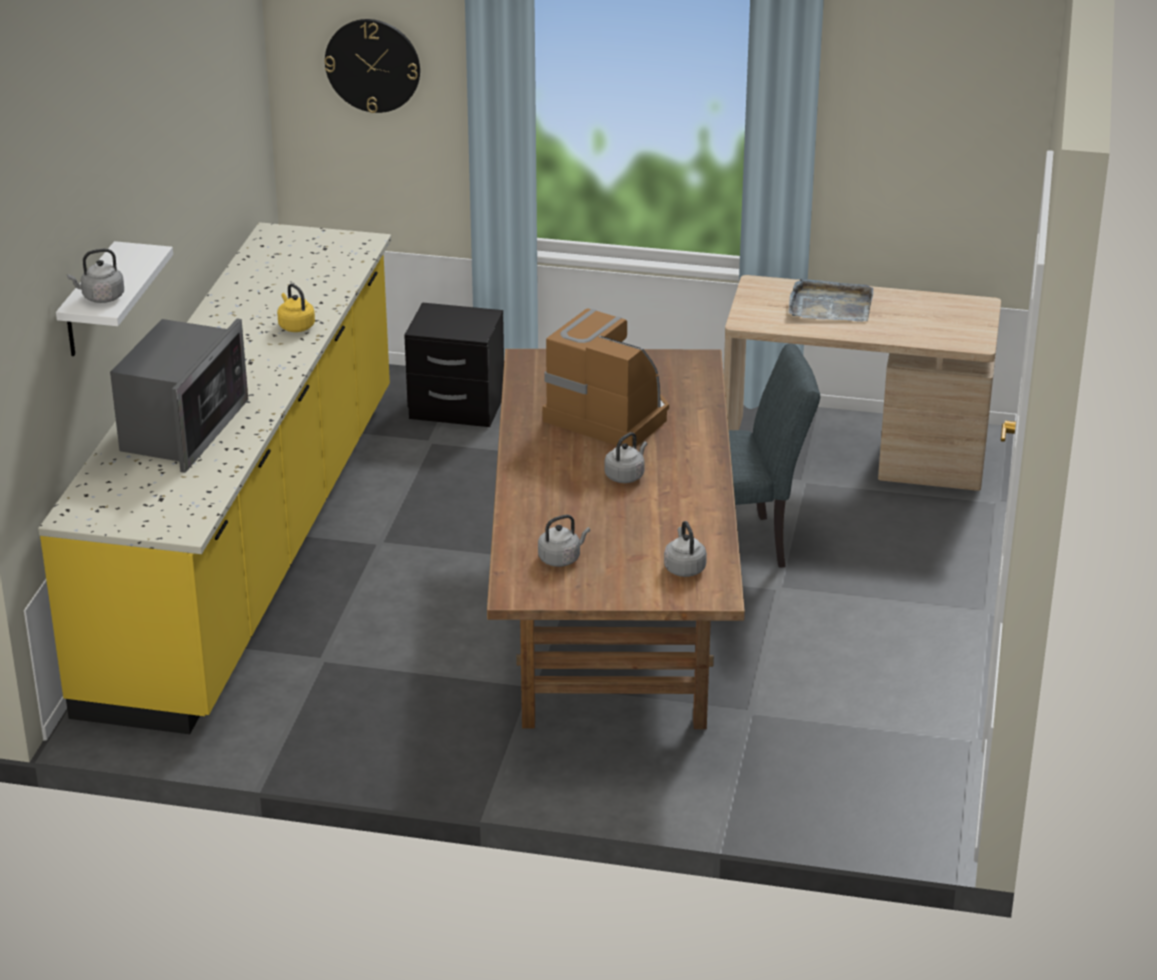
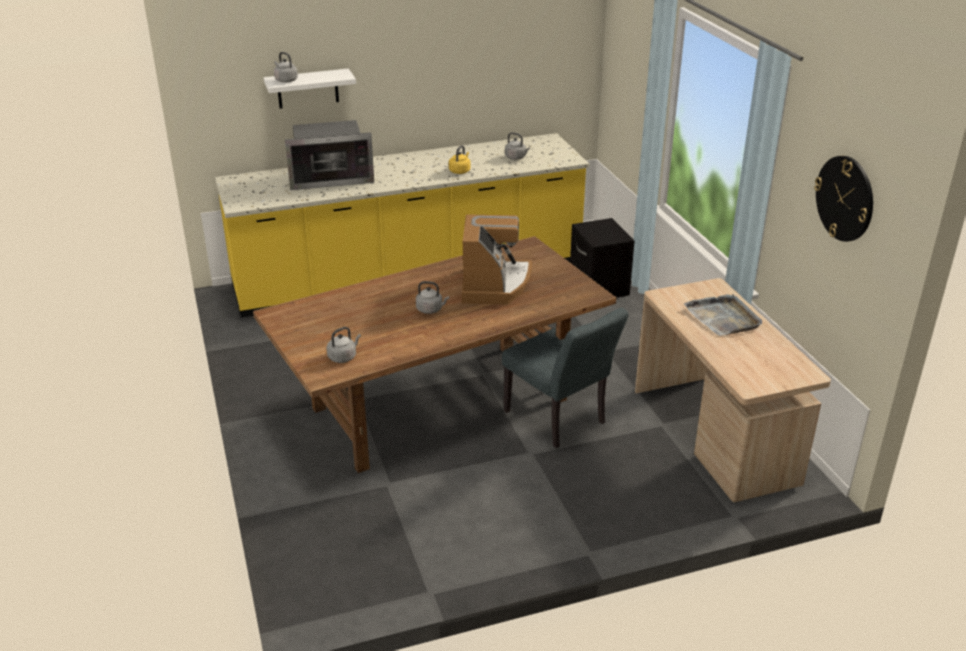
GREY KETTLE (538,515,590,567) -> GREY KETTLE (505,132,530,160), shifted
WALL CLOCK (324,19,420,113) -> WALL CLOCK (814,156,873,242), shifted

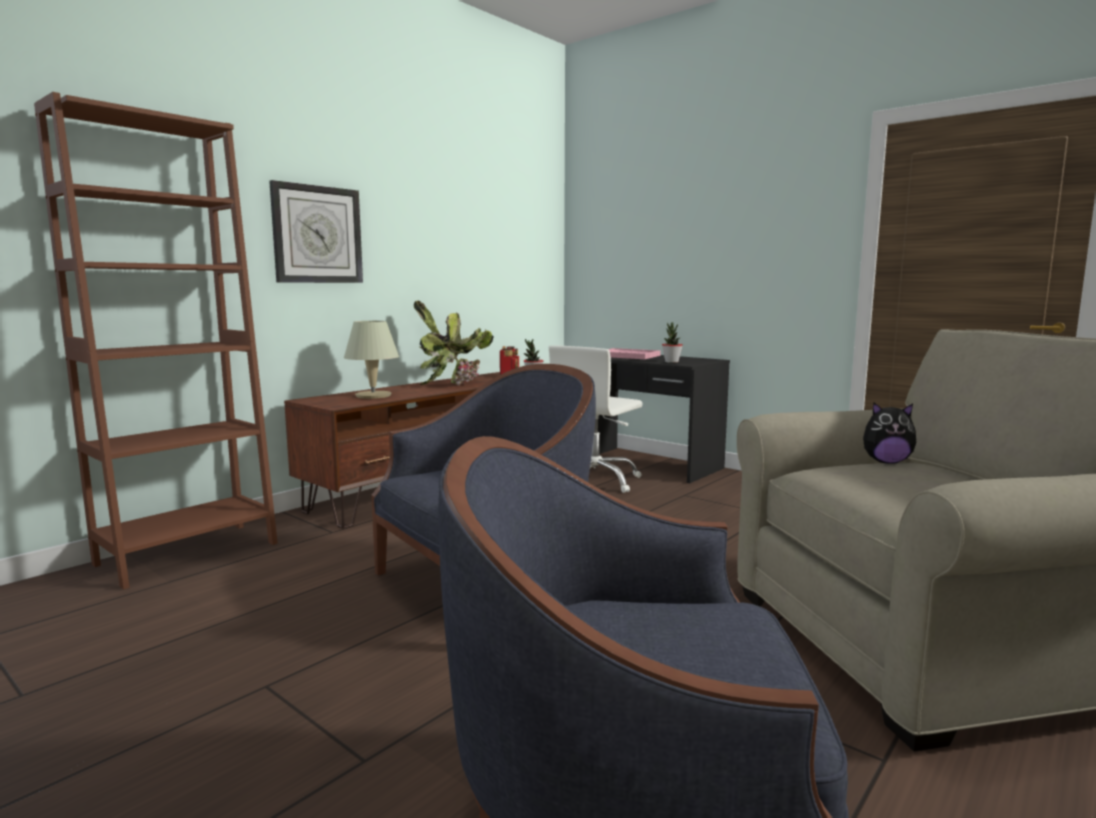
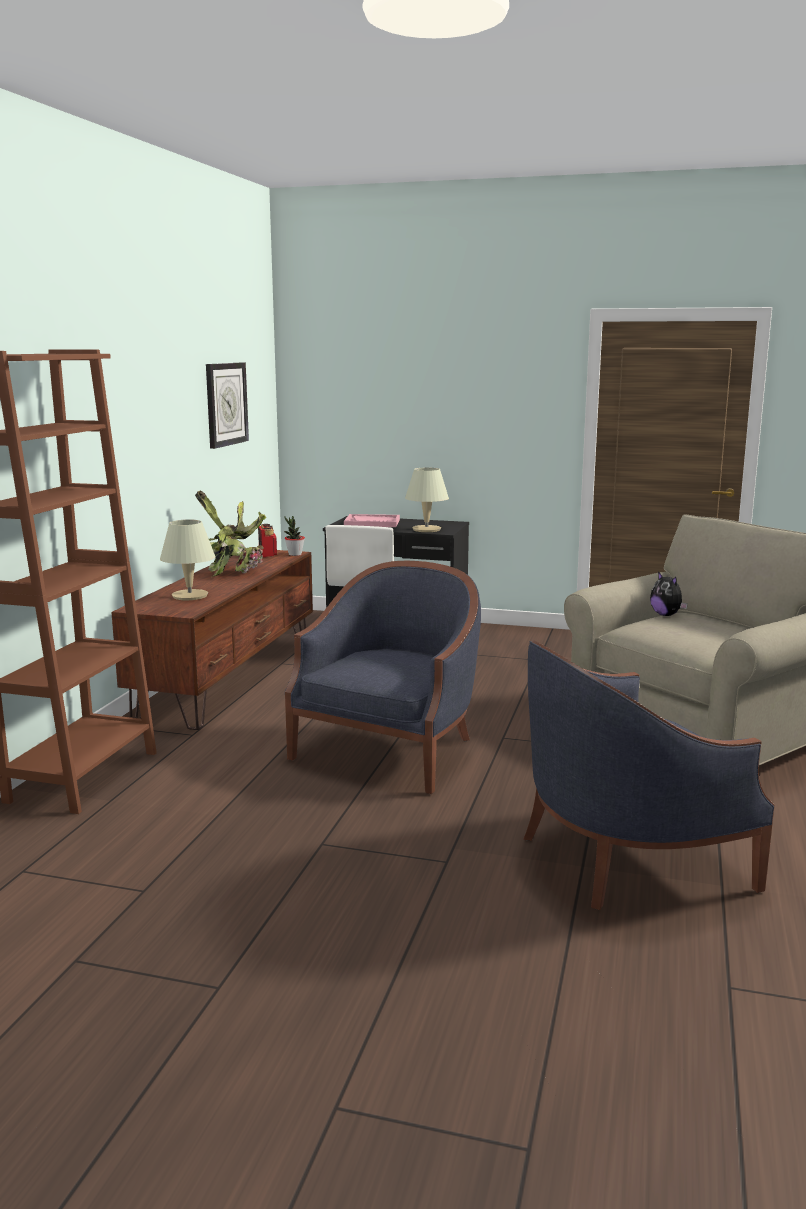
WALL CLOCK (269,180,363,283) -> WALL CLOCK (206,363,249,449), shifted
POTTED PLANT (662,322,683,363) -> BEIGE TABLE LAMP (405,468,449,532)
PLUSH TOY (863,403,916,464) -> PLUSH TOY (650,572,688,616), 75 degrees clockwise

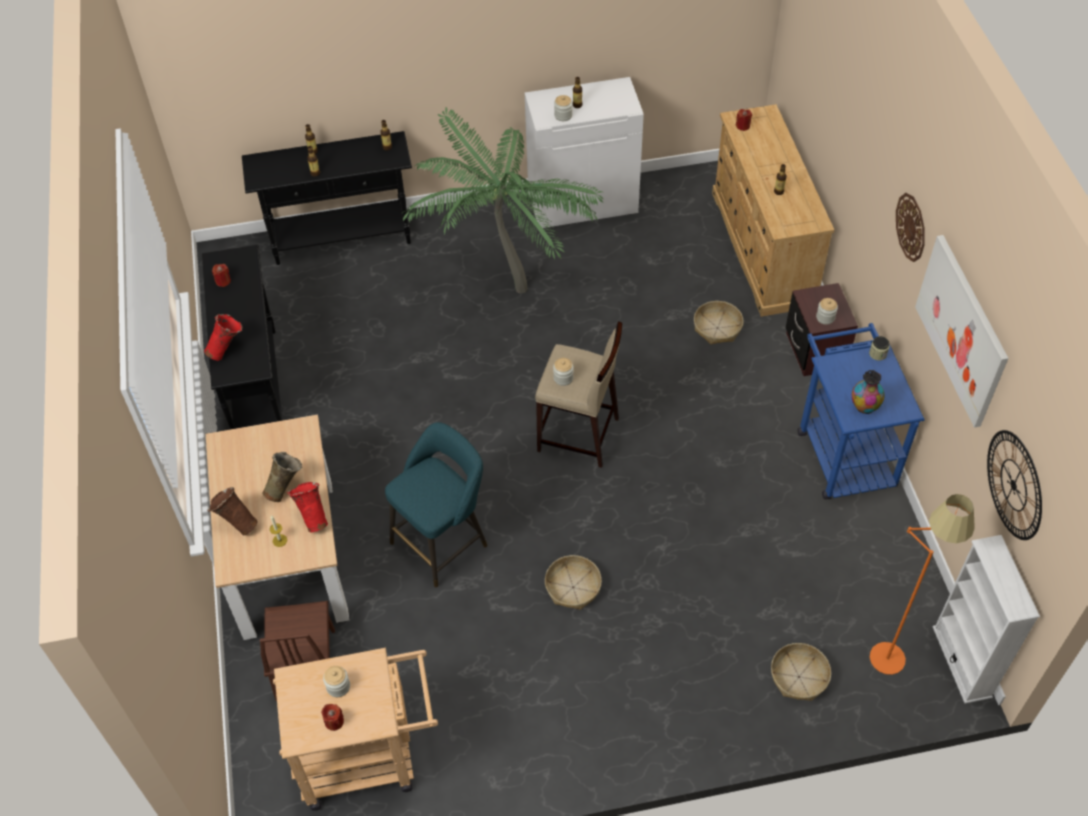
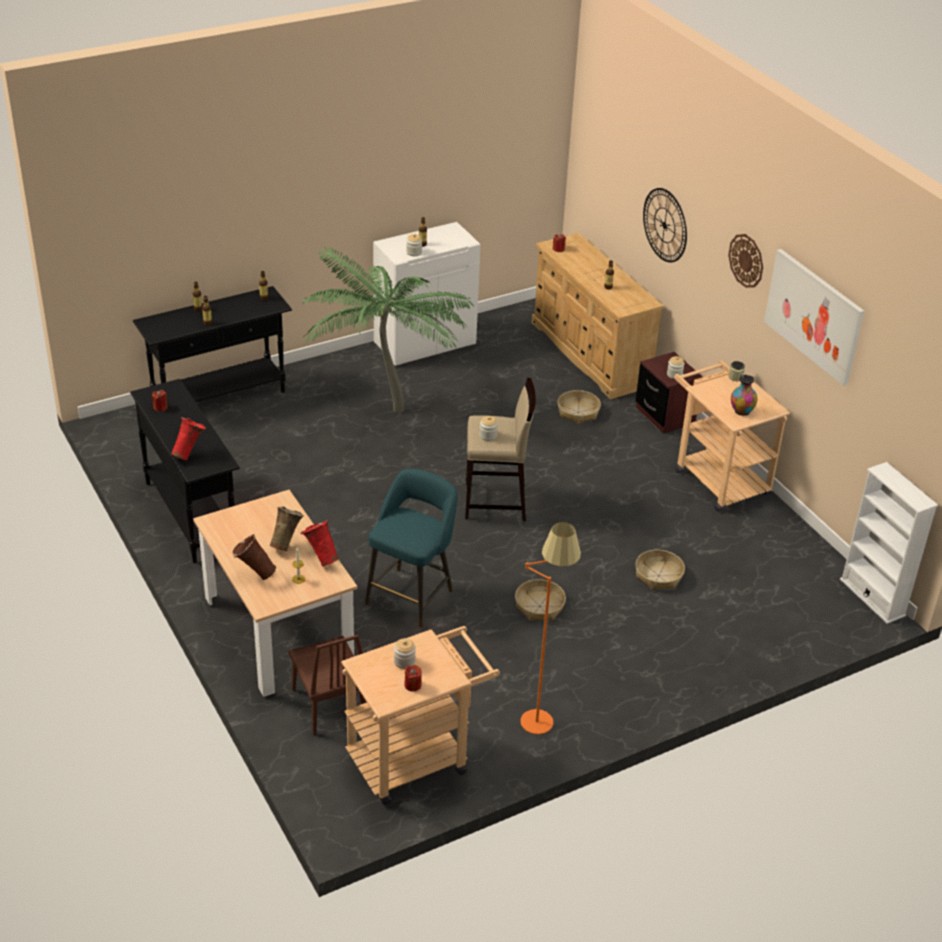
ORANGE FLOOR LAMP (870,494,975,675) -> ORANGE FLOOR LAMP (520,522,581,734), shifted
BASKET (771,643,831,701) -> BASKET (635,550,685,590), shifted
WALL CLOCK (987,430,1042,540) -> WALL CLOCK (643,188,687,262), shifted
BLUE CART (797,323,925,500) -> BEIGE CART (674,361,790,511)

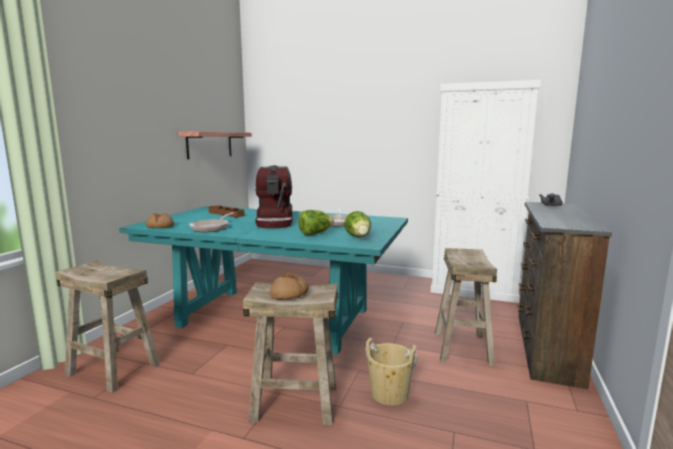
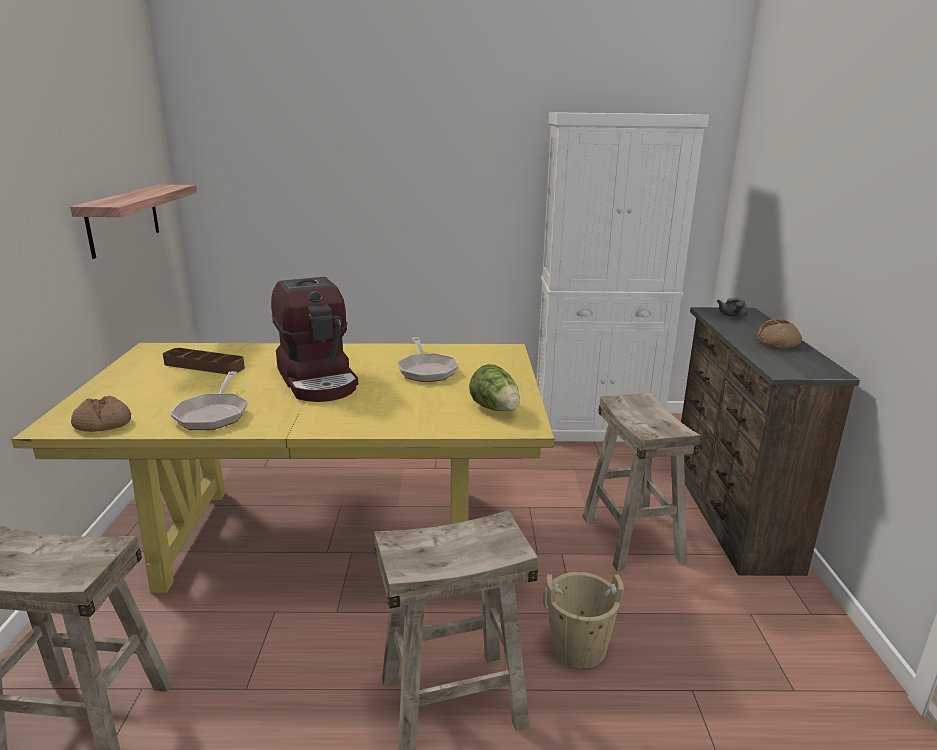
TURQUOISE DINING TABLE (119,206,408,354) -> YELLOW DINING TABLE (11,343,554,593)
BREAD (270,273,309,299) -> BREAD (757,319,802,349), shifted
LETTUCE (298,210,334,235) -> none

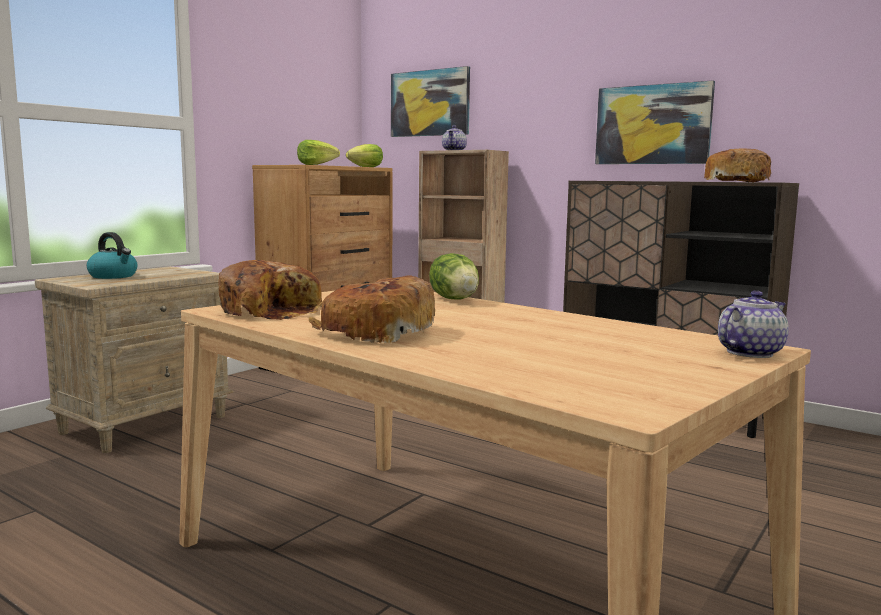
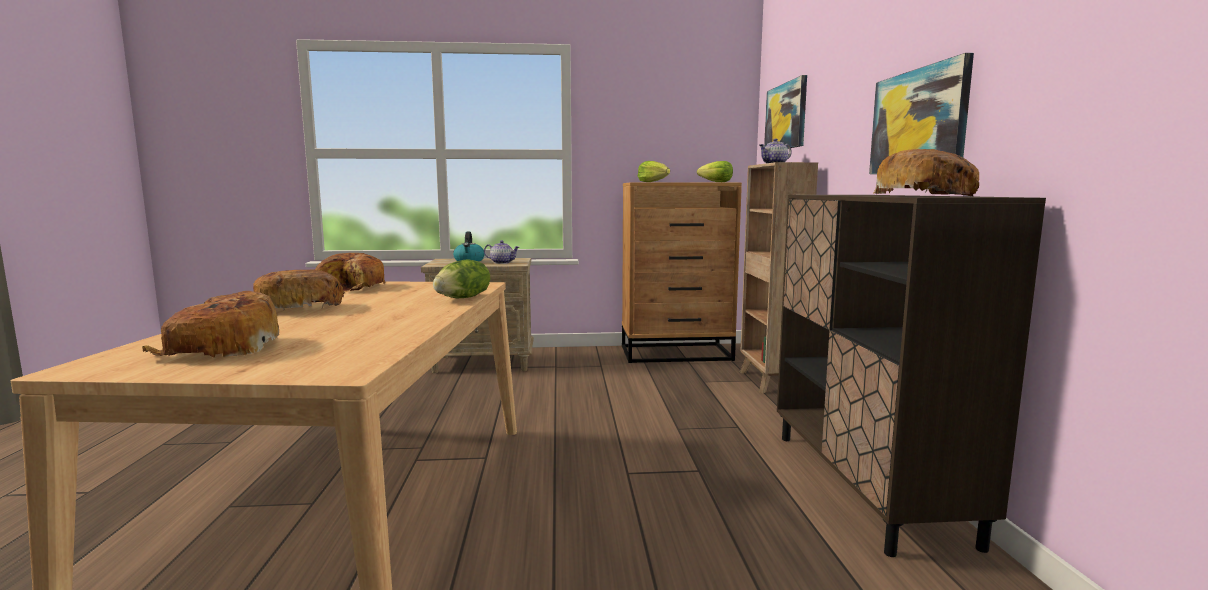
none -> BREAD (142,291,279,358)
TEAPOT (718,290,789,358) -> TEAPOT (484,240,519,264), shifted

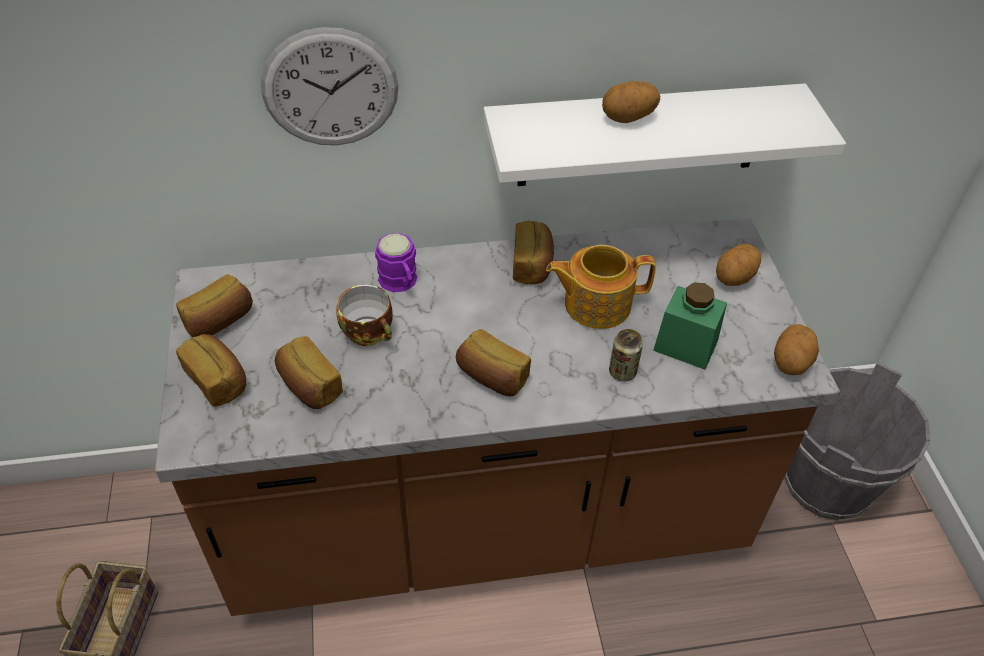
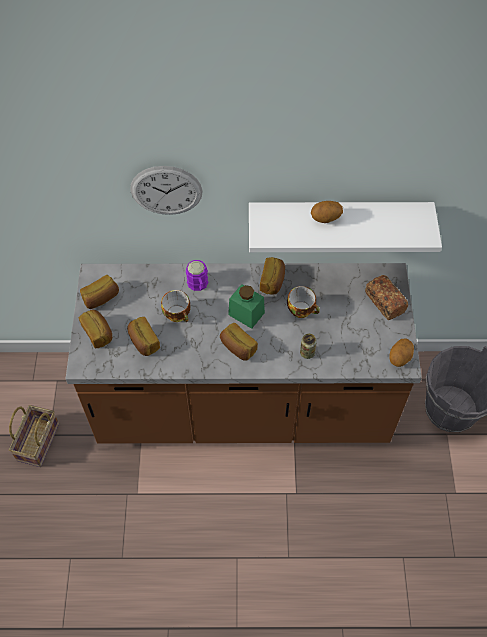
GREEN JAR (653,282,727,370) -> GREEN JAR (228,284,265,329), shifted
TEAPOT (546,245,656,329) -> CUP (287,286,320,318)
POTATO (716,243,761,286) -> BREAD (365,275,408,320)

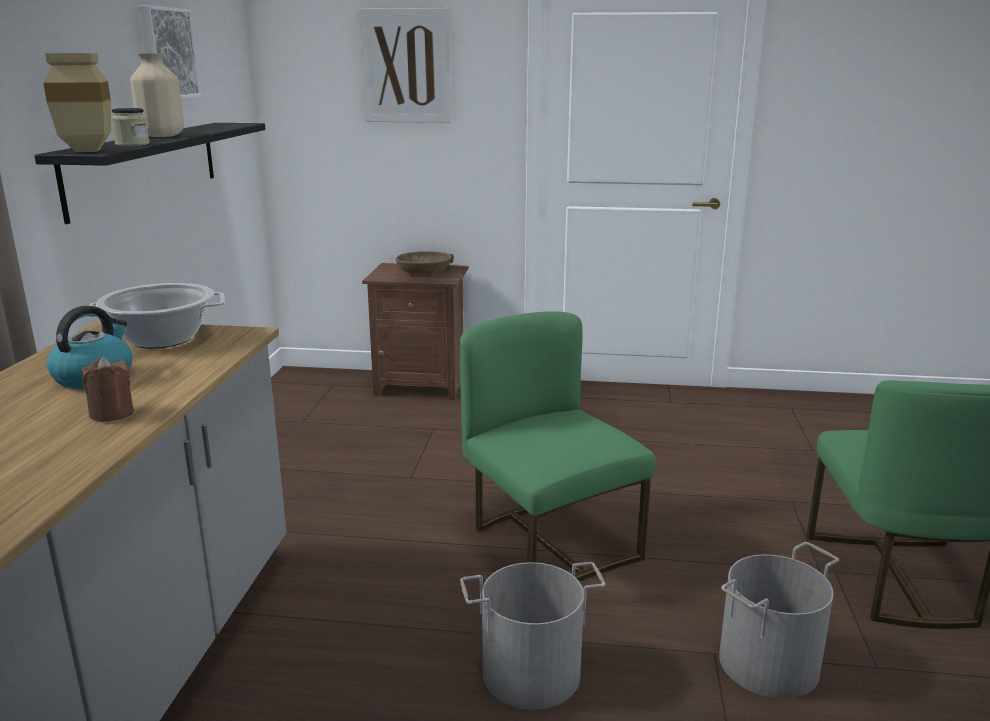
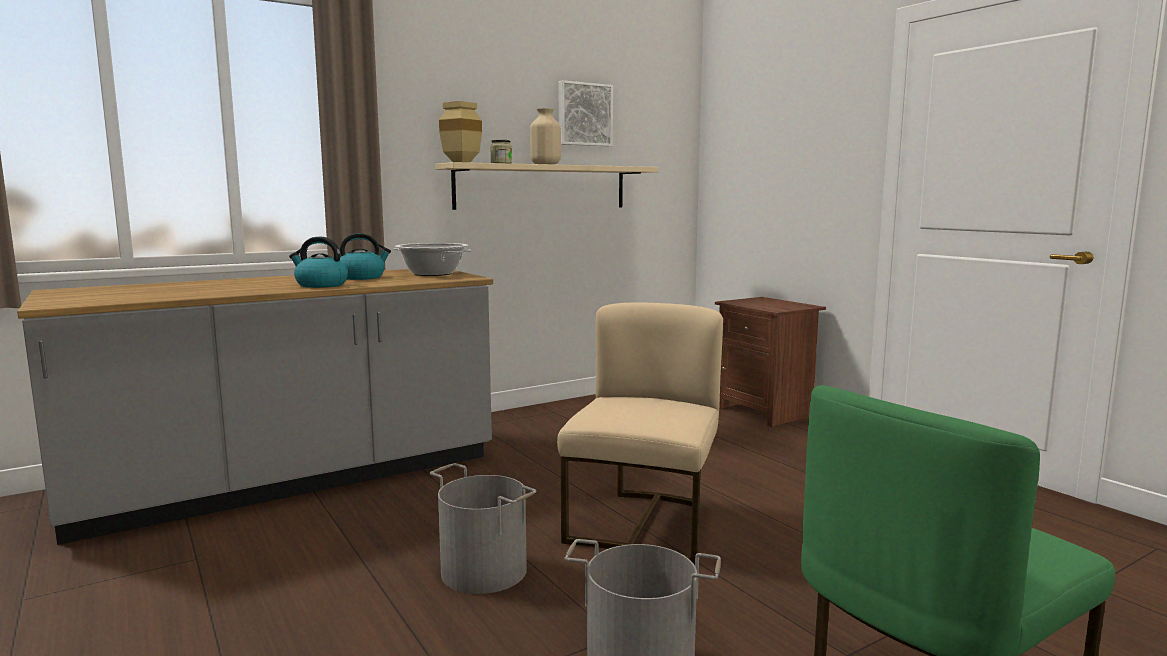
BROWN CANDLE (82,357,134,422) -> KETTLE (289,237,348,288)
BLACK SHELF (34,123,265,224) -> BEIGE SHELF (435,162,658,210)
GREEN CHAIR (460,311,656,582) -> BEIGE CHAIR (557,303,723,564)
PICTURE (359,8,451,123) -> none
BROWN BOWL (396,251,454,275) -> none

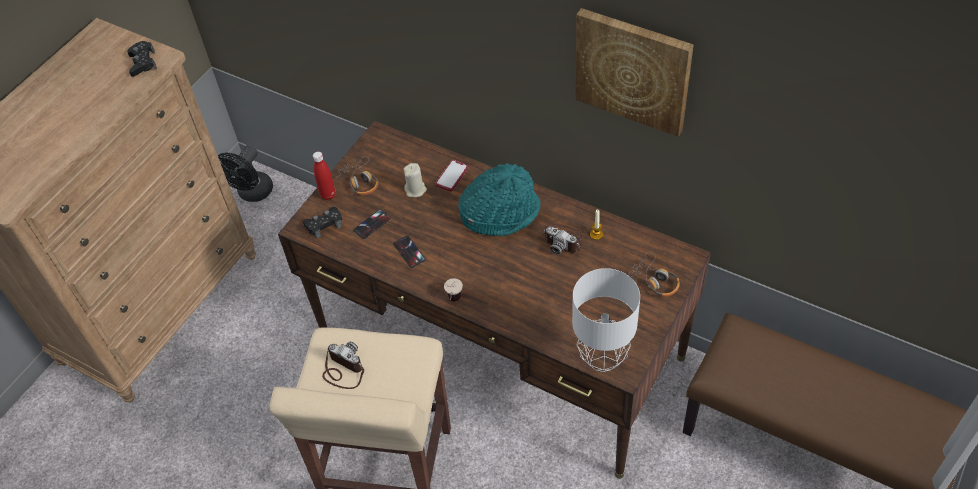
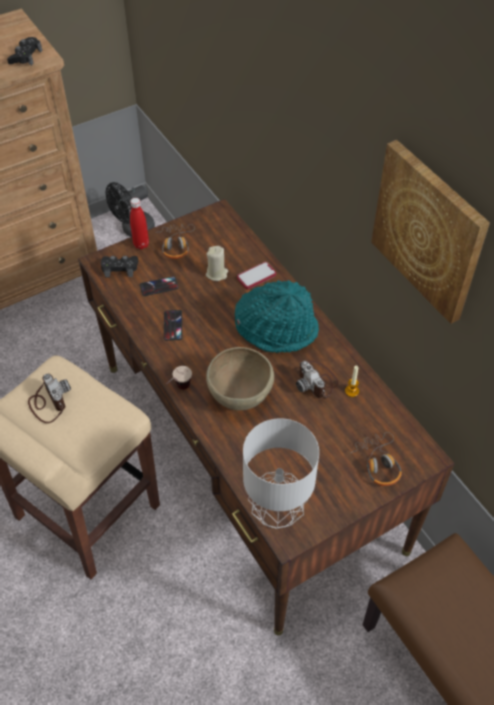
none -> BROWN BOWL (206,347,274,411)

